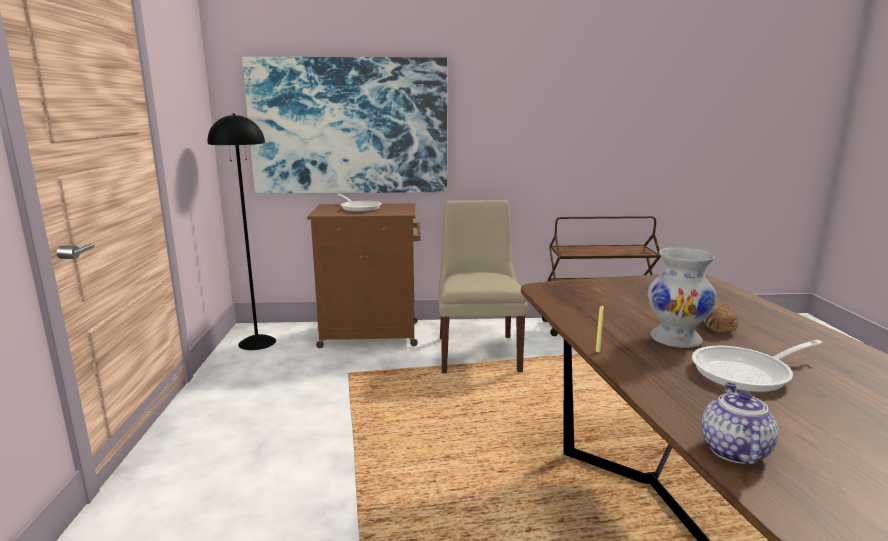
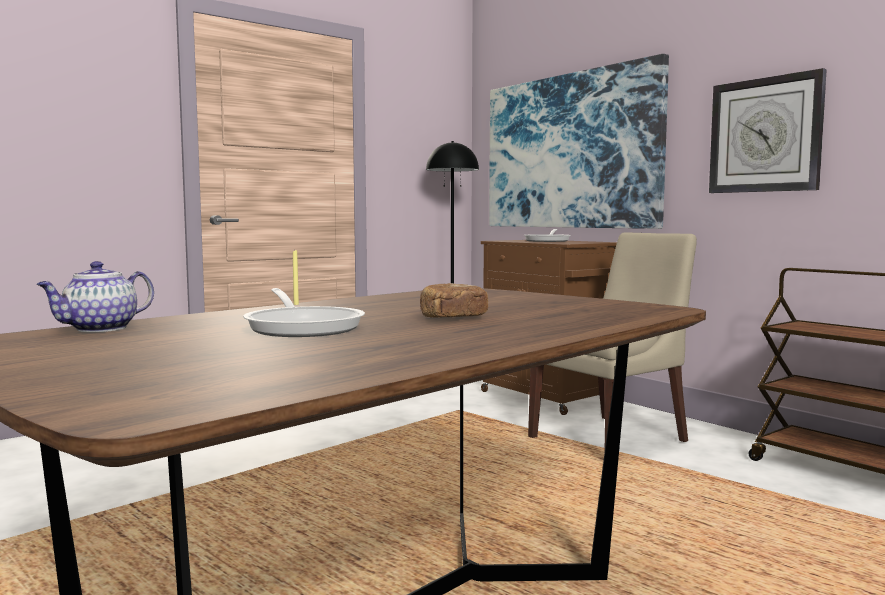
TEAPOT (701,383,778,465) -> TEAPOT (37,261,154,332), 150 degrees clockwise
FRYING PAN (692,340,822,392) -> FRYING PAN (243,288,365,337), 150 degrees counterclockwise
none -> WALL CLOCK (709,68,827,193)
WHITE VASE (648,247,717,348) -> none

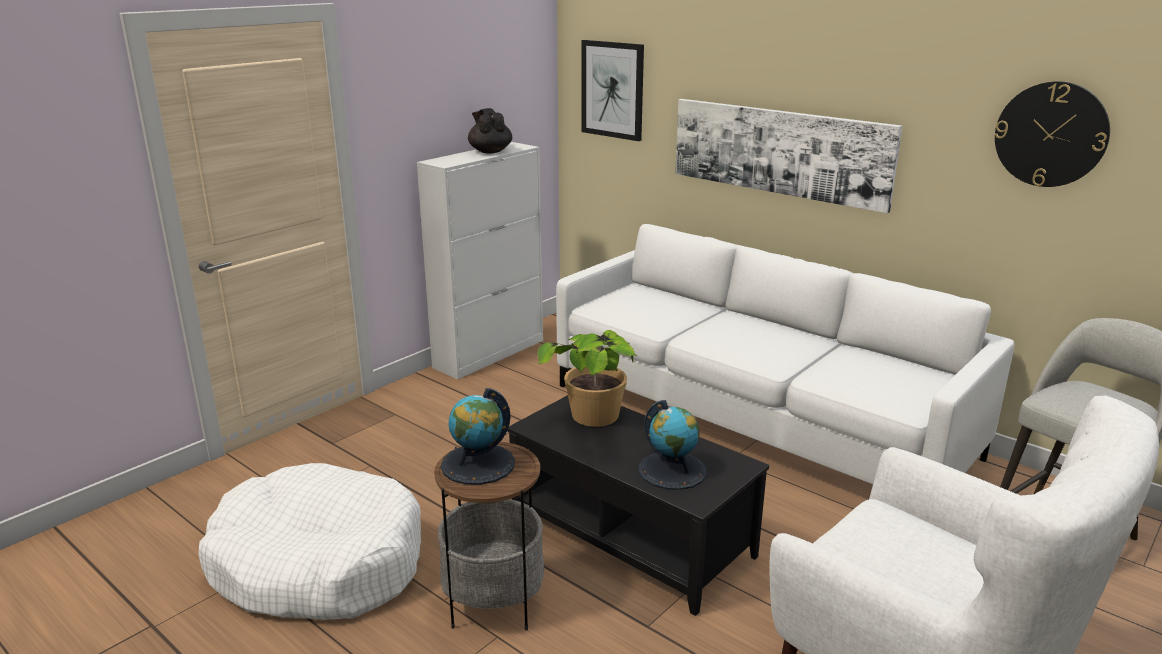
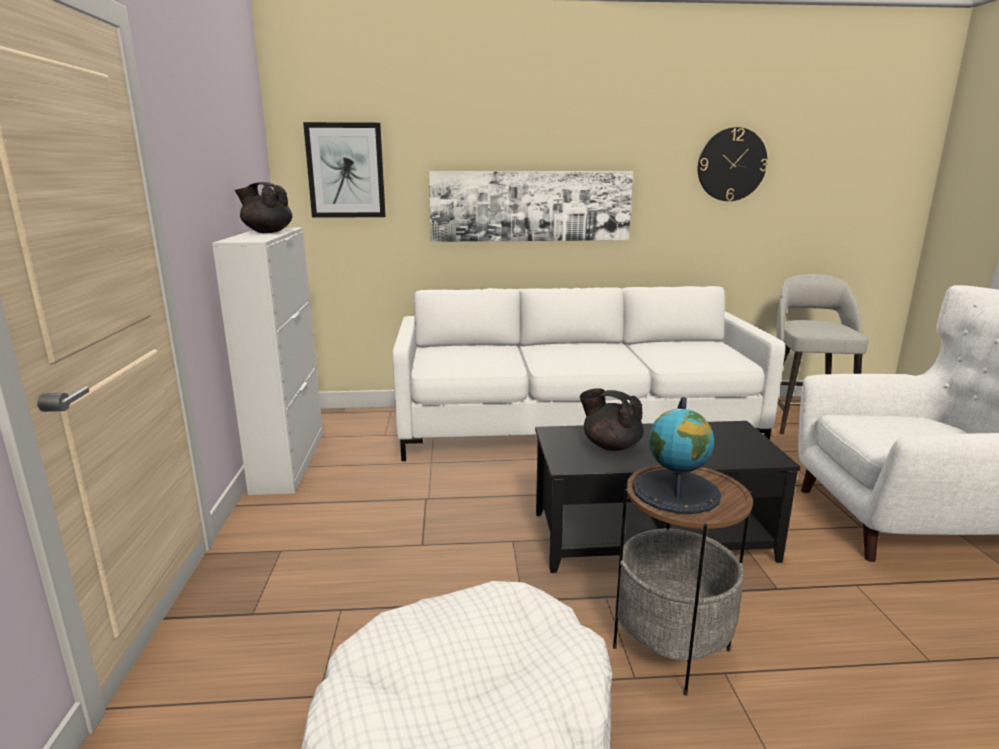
POTTED PLANT (537,330,637,427) -> BLACK TEAPOT (580,388,644,451)
GLOBE (639,400,707,490) -> none

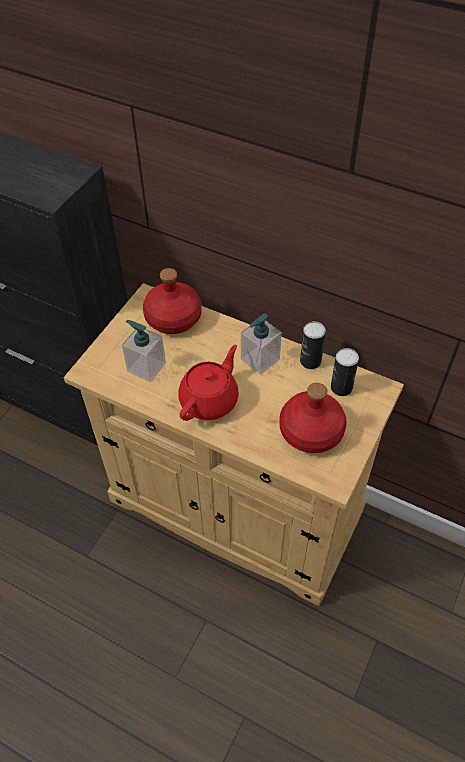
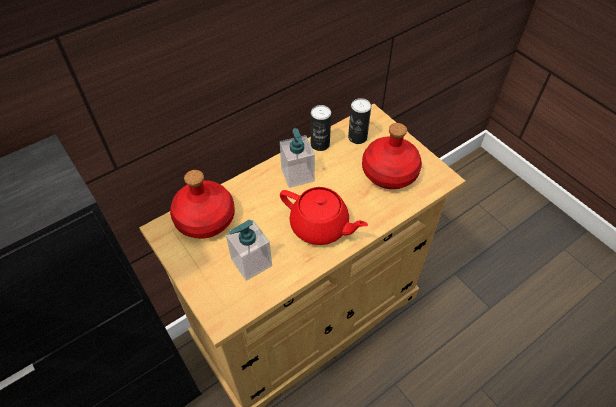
RED TEAPOT (178,345,239,421) -> RED TEAPOT (280,187,368,245), 150 degrees clockwise

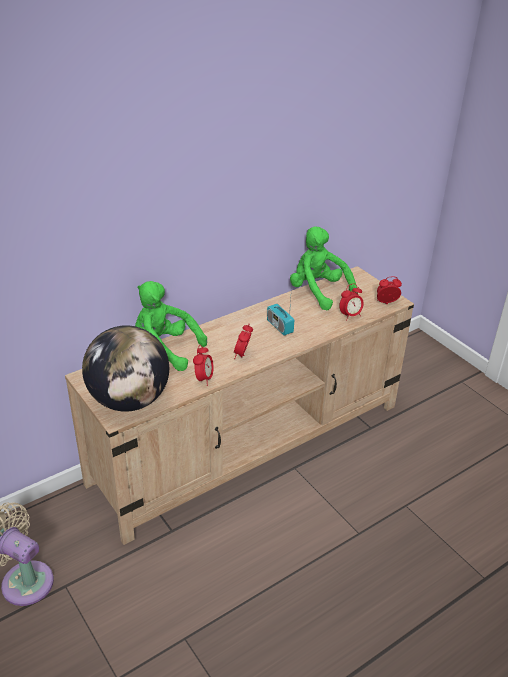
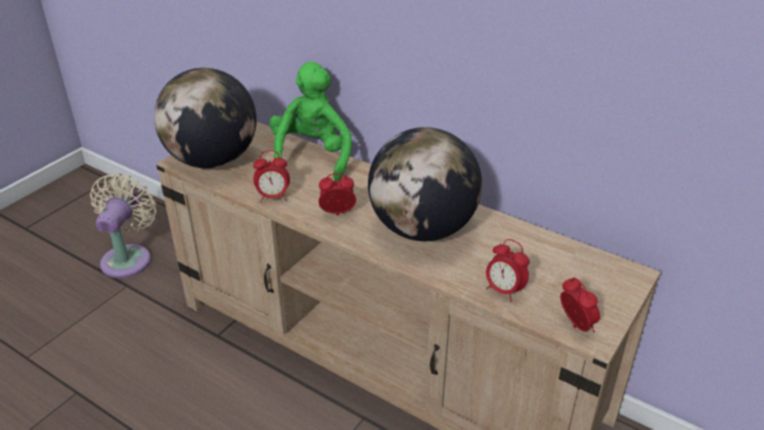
RADIO (267,287,294,336) -> GLOBE (368,127,482,241)
GREEN PLUSH TOY (290,226,358,310) -> none

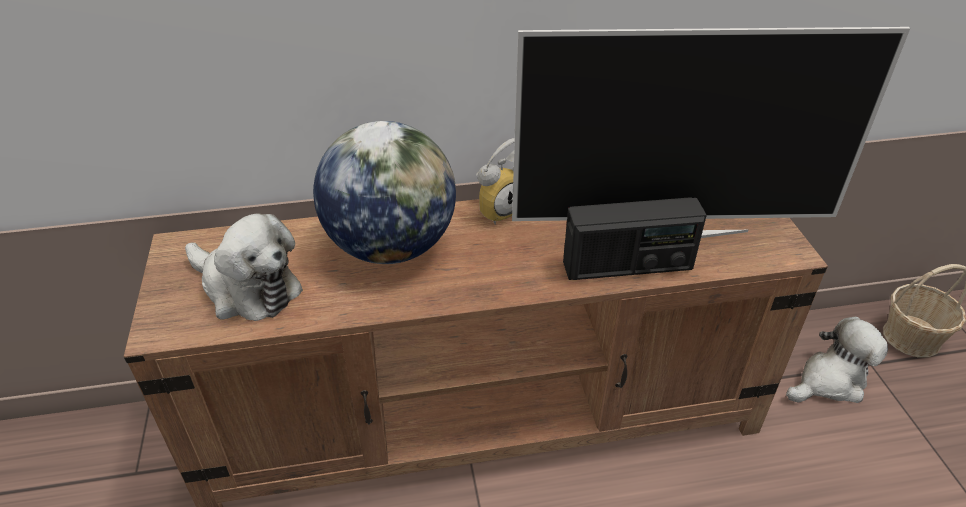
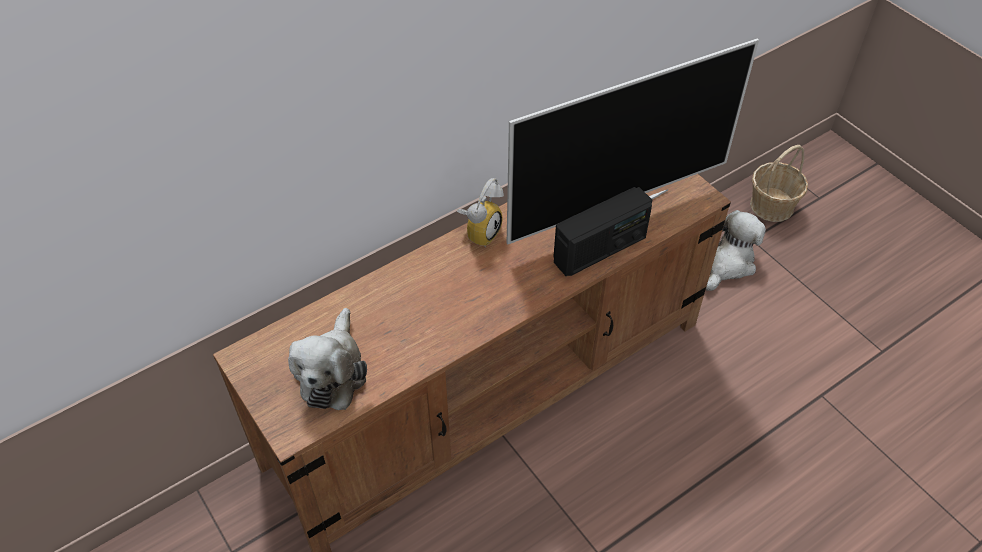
PLUSH TOY (185,213,303,321) -> PLUSH TOY (288,308,367,410), 90 degrees clockwise
GLOBE (313,121,456,264) -> none

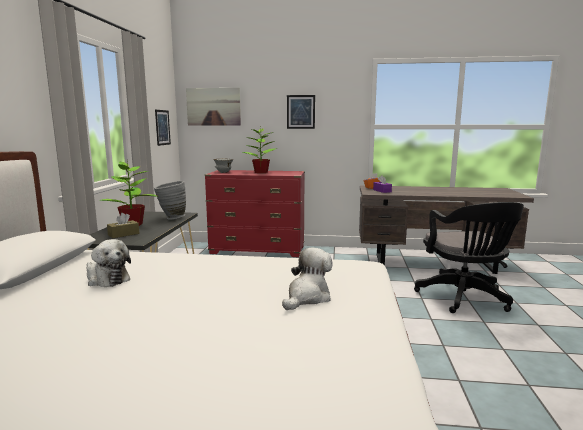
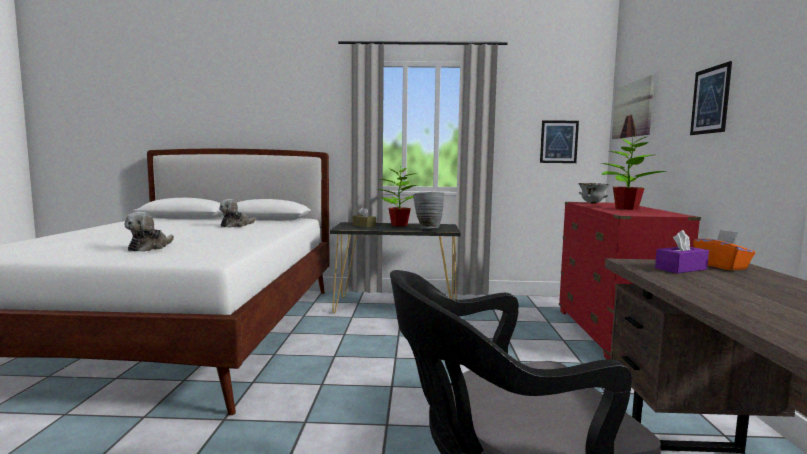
PLUSH TOY (282,248,333,310) -> PLUSH TOY (124,211,174,252), 75 degrees clockwise

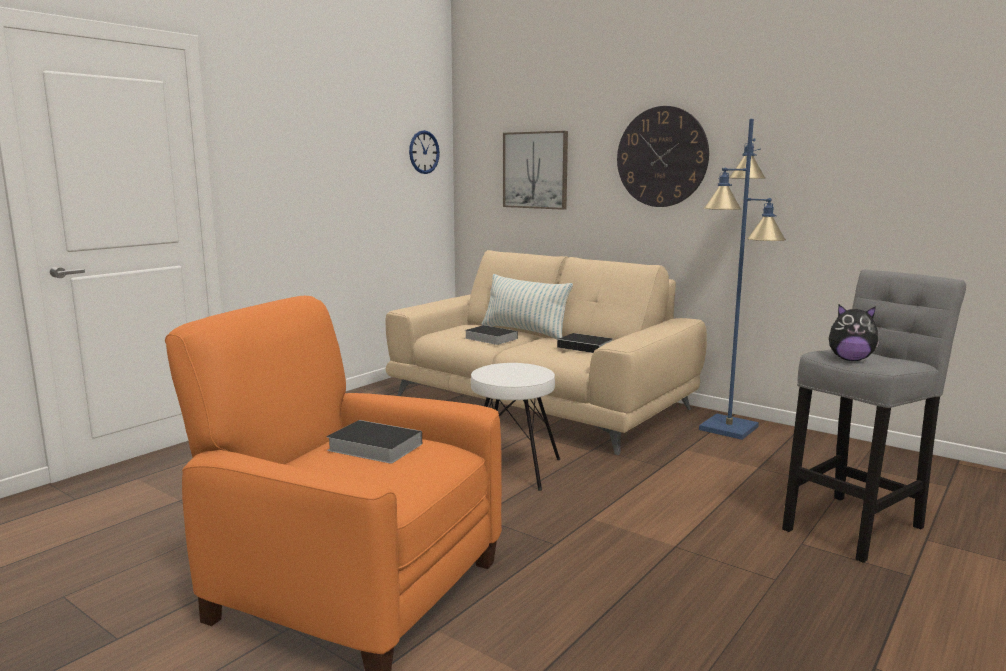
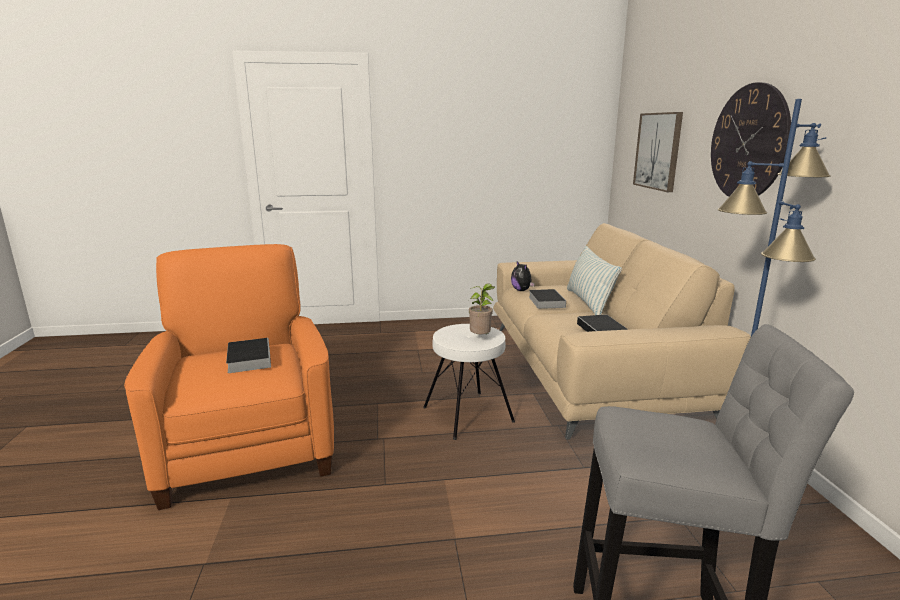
none -> POTTED PLANT (469,284,495,334)
PLUSH TOY (829,304,880,361) -> PLUSH TOY (511,261,535,291), shifted
WALL CLOCK (409,130,440,174) -> none

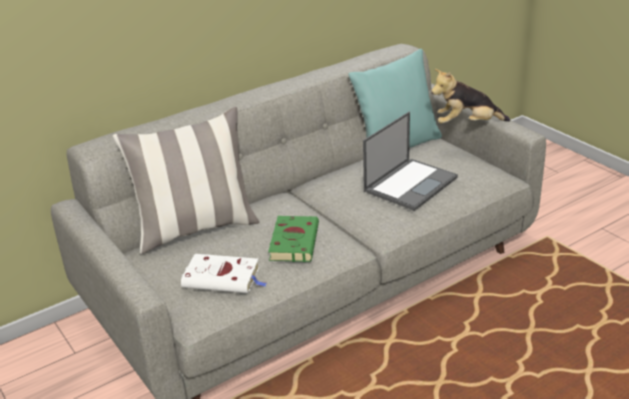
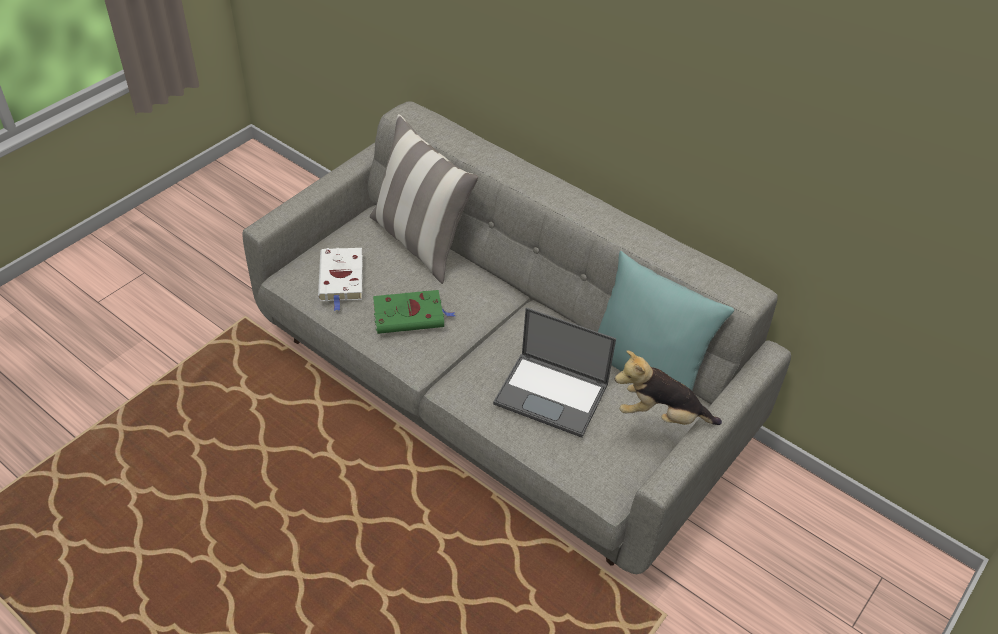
PLUSH TOY (431,69,510,123) -> PLUSH TOY (615,350,722,425), 60 degrees counterclockwise

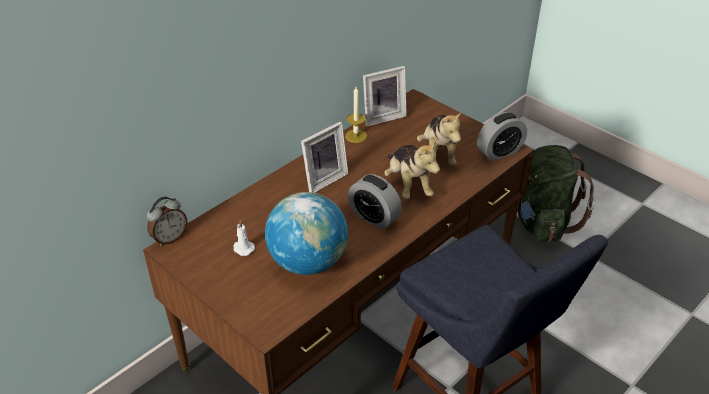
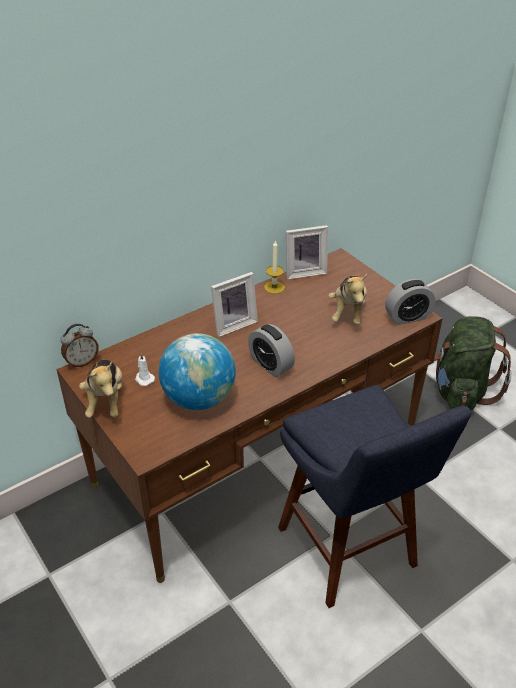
PLUSH TOY (384,139,440,199) -> PLUSH TOY (79,359,122,418), shifted

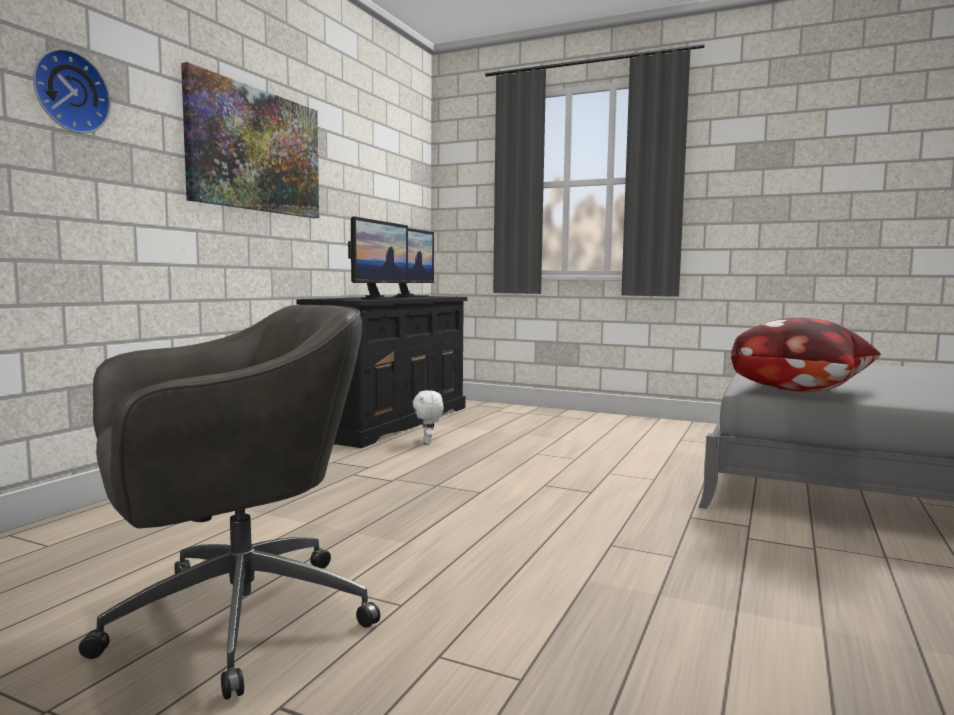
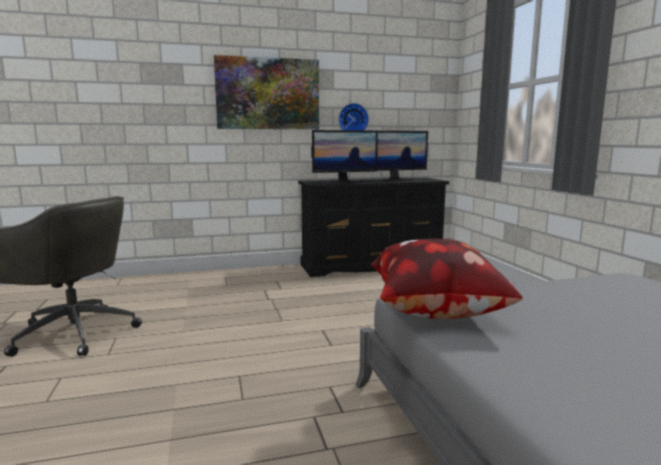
WALL CLOCK (33,49,111,134) -> WALL CLOCK (338,103,369,130), shifted
WHITE PLUSH TOY (413,390,444,444) -> none

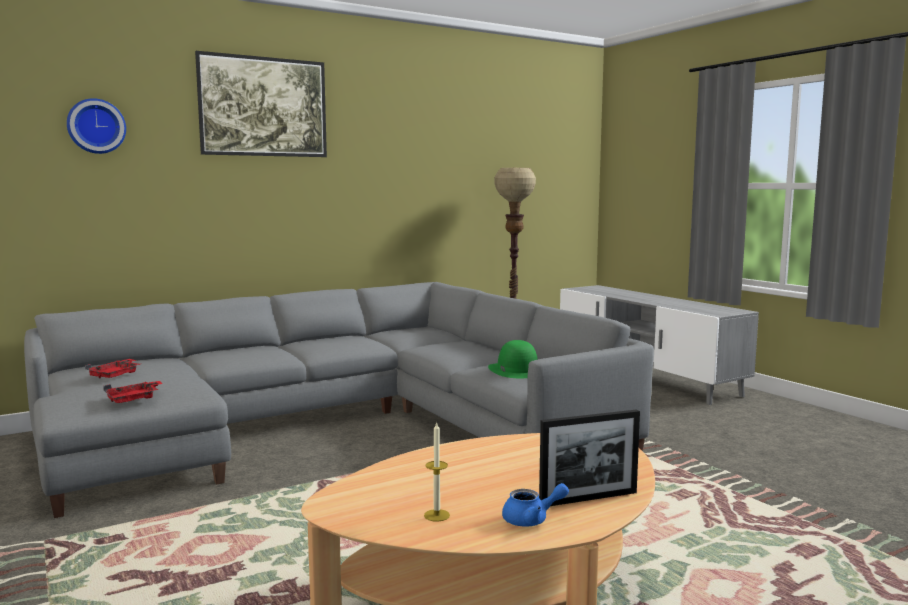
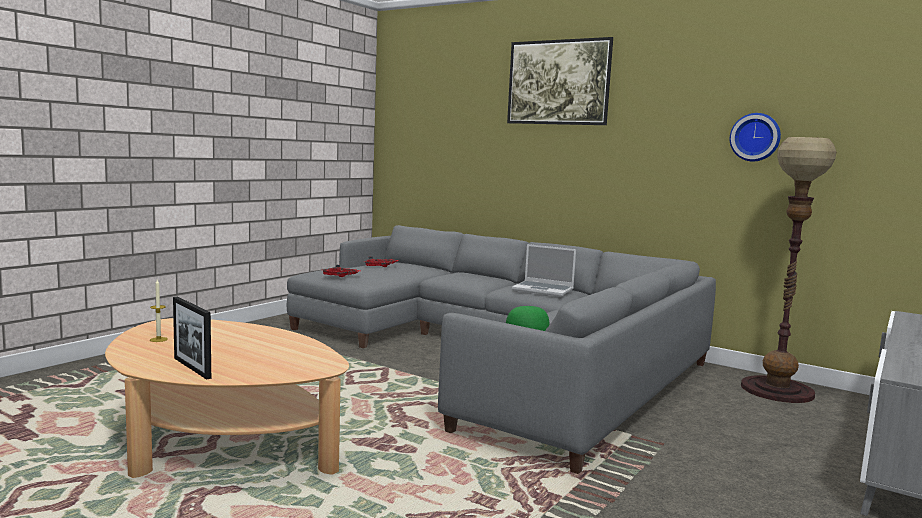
none -> LAPTOP (512,244,576,297)
WALL CLOCK (67,98,126,154) -> WALL CLOCK (730,113,781,161), shifted
BLUE TEAPOT (502,483,569,527) -> none

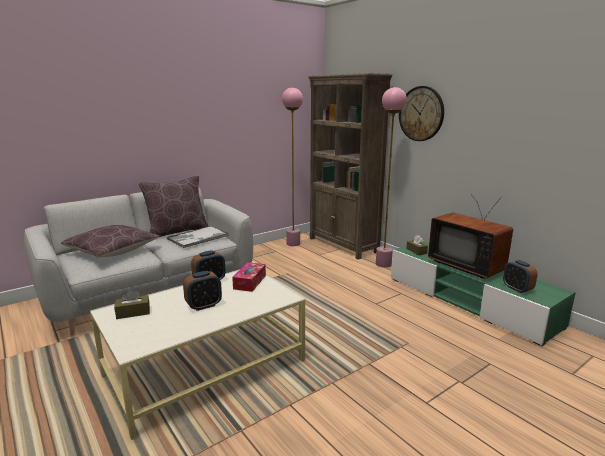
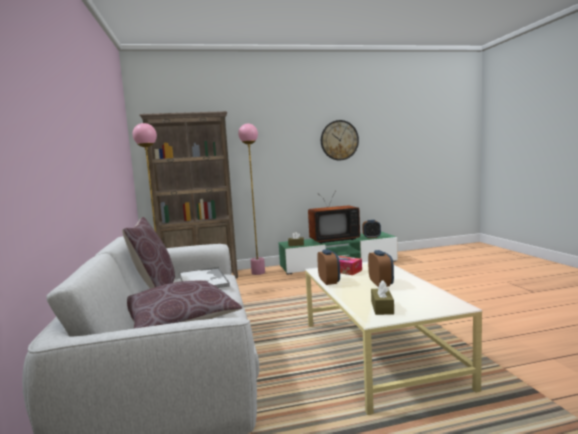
WALL CLOCK (399,86,444,141) -> WALL CLOCK (321,120,359,160), shifted

